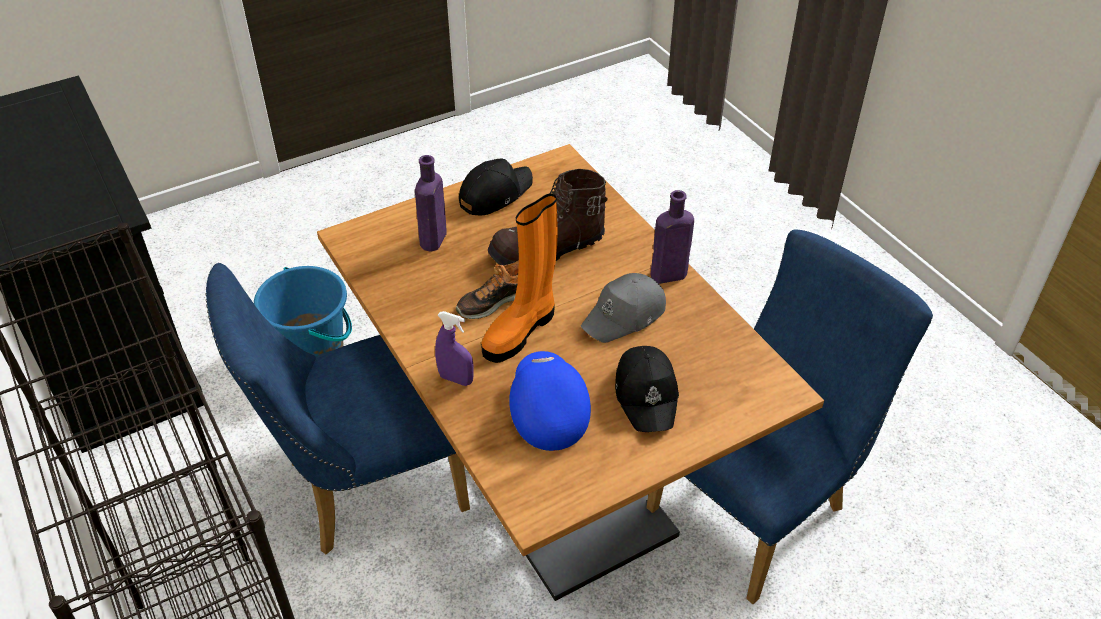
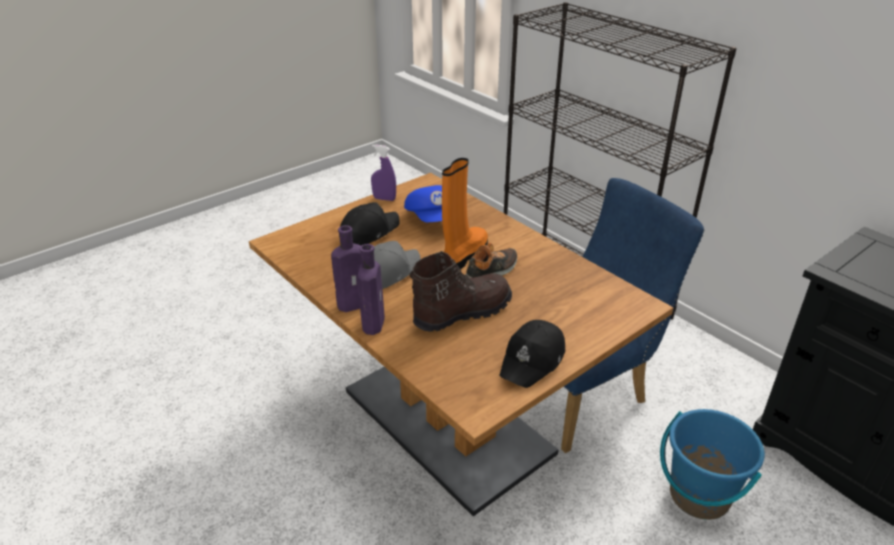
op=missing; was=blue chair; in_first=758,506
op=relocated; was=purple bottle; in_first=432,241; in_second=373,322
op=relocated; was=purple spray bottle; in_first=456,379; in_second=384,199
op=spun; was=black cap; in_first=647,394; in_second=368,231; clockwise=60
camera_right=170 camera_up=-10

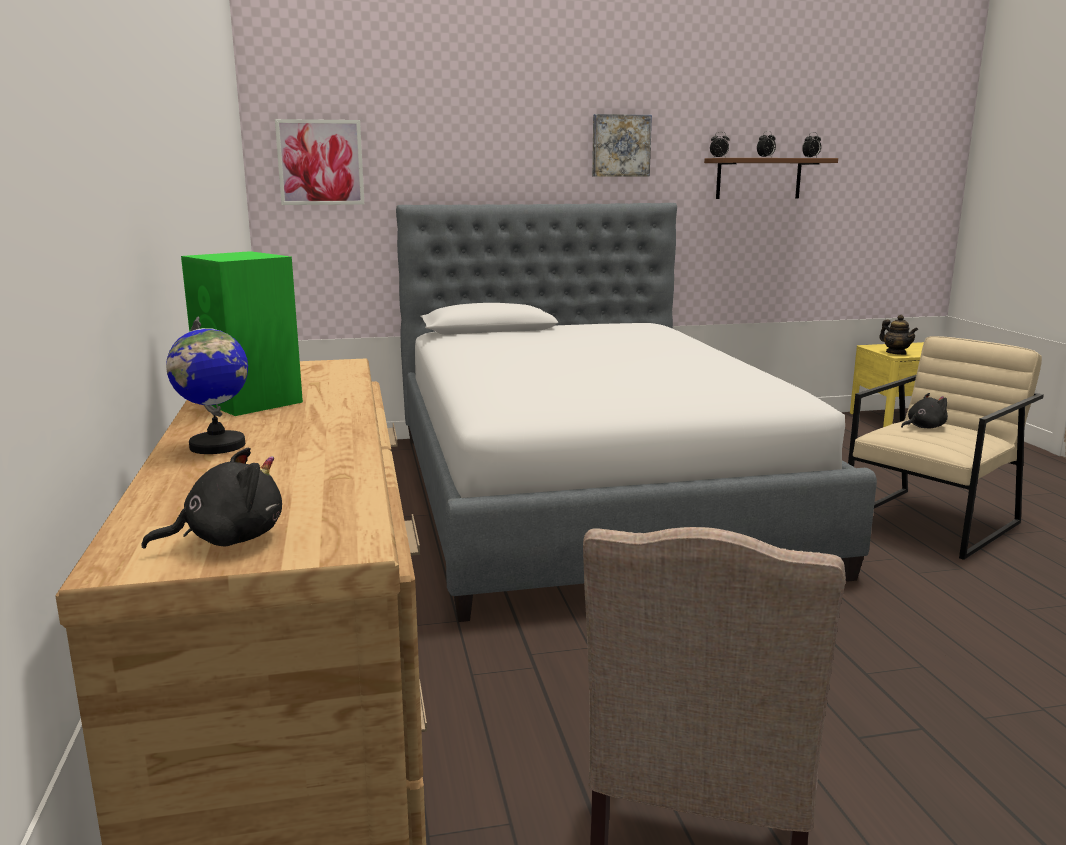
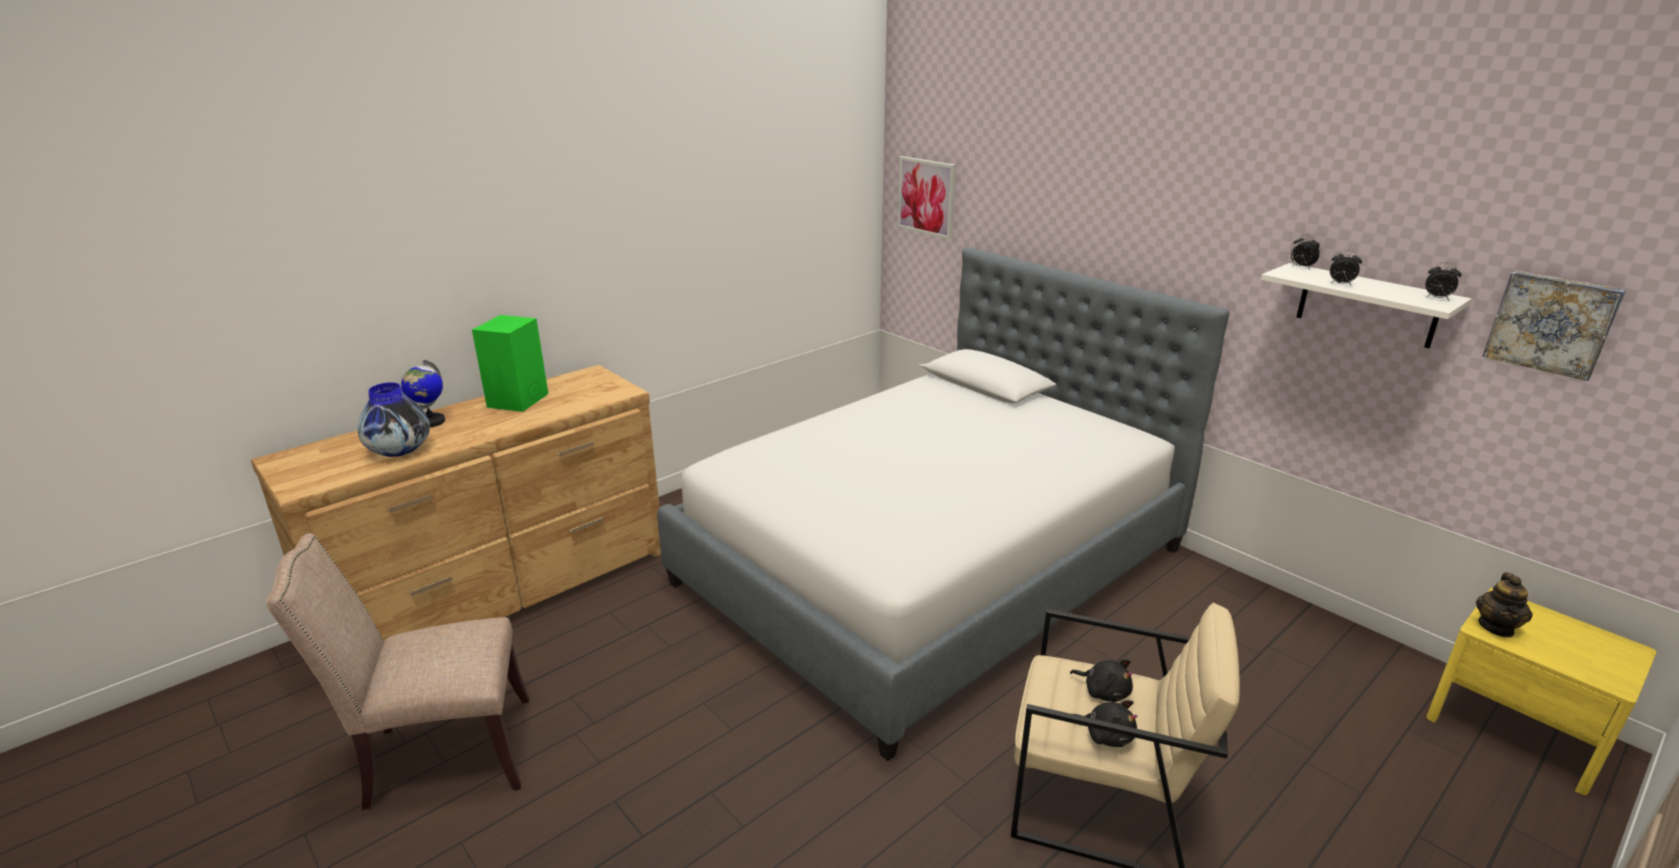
op=appeared; now=vase; in_second=399,450
op=relocated; was=black plush toy; in_first=227,539; in_second=1106,735
op=relocated; was=picture; in_first=620,145; in_second=1551,323
op=colour; was=brown shelf; now=white shelf; in_first=758,178; in_second=1367,305
camera_right=60 camera_up=10

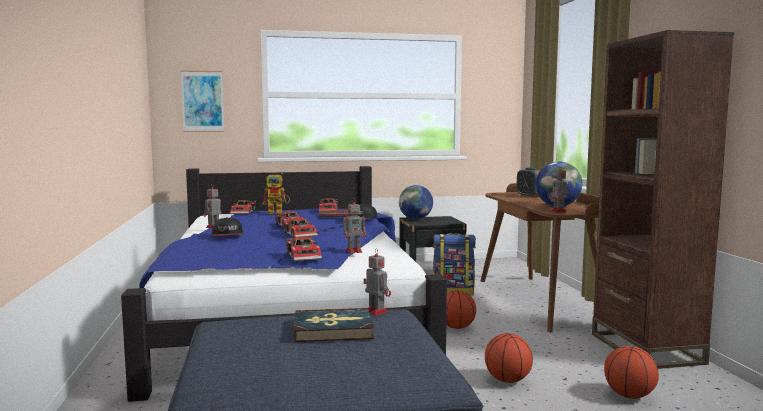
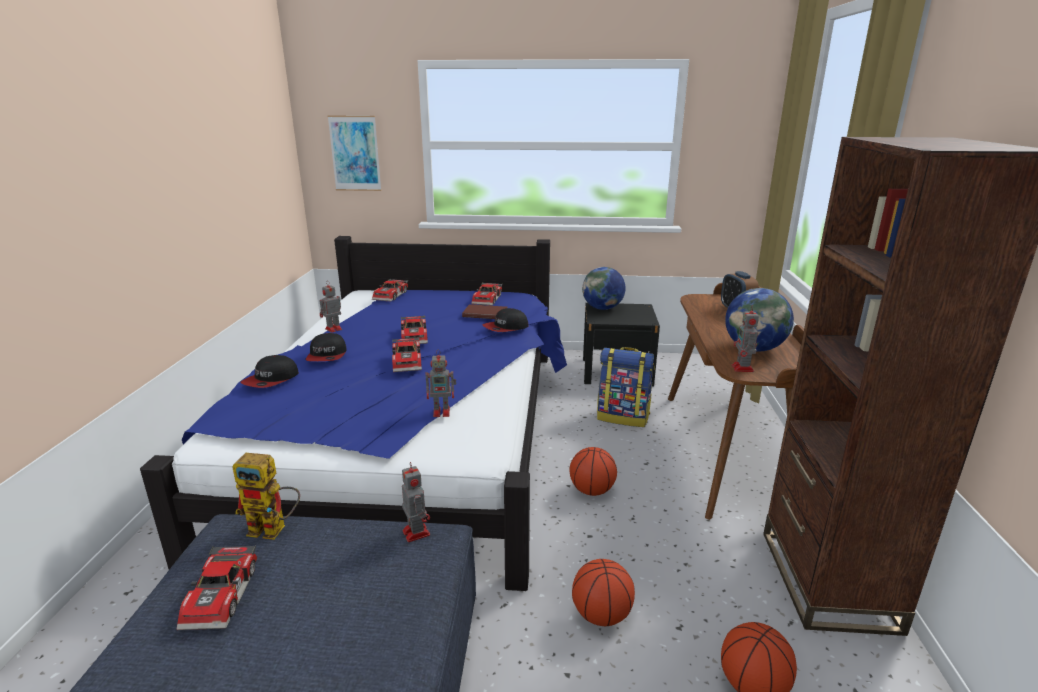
op=missing; was=book; in_first=333,329
op=appeared; now=cap; in_second=271,380
op=relocated; was=toy robot; in_first=278,213; in_second=275,529
op=relocated; was=toy car; in_first=305,255; in_second=224,595
camera_right=15 camera_up=15

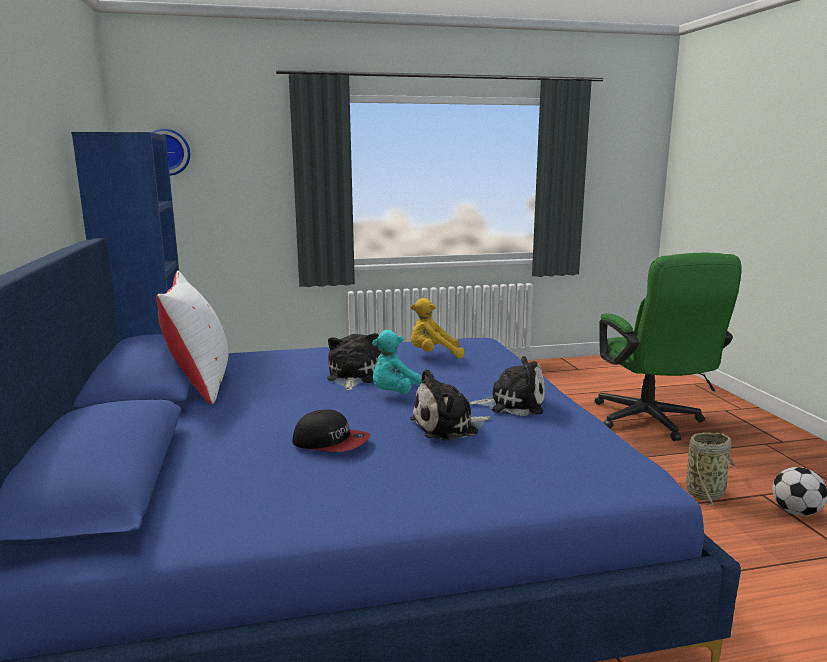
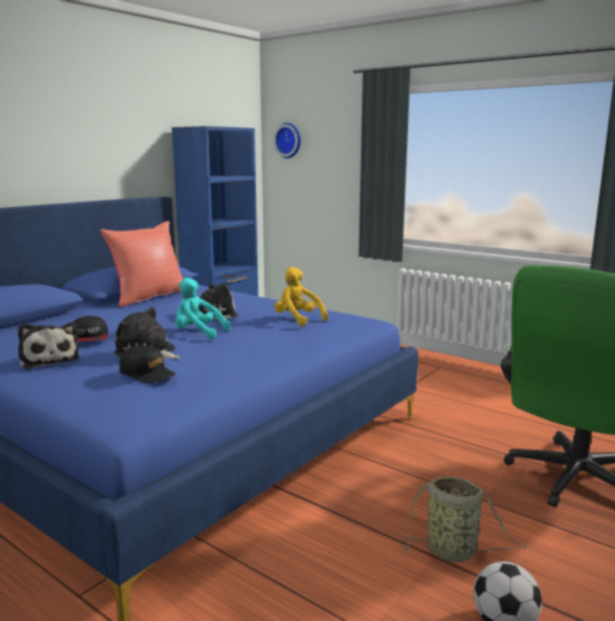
op=appeared; now=black cap; in_second=147,374
op=relocated; was=plush toy; in_first=513,404; in_second=49,359
op=colour; was=white pillow; now=red pillow; in_first=200,383; in_second=149,297
camera_right=50 camera_up=0

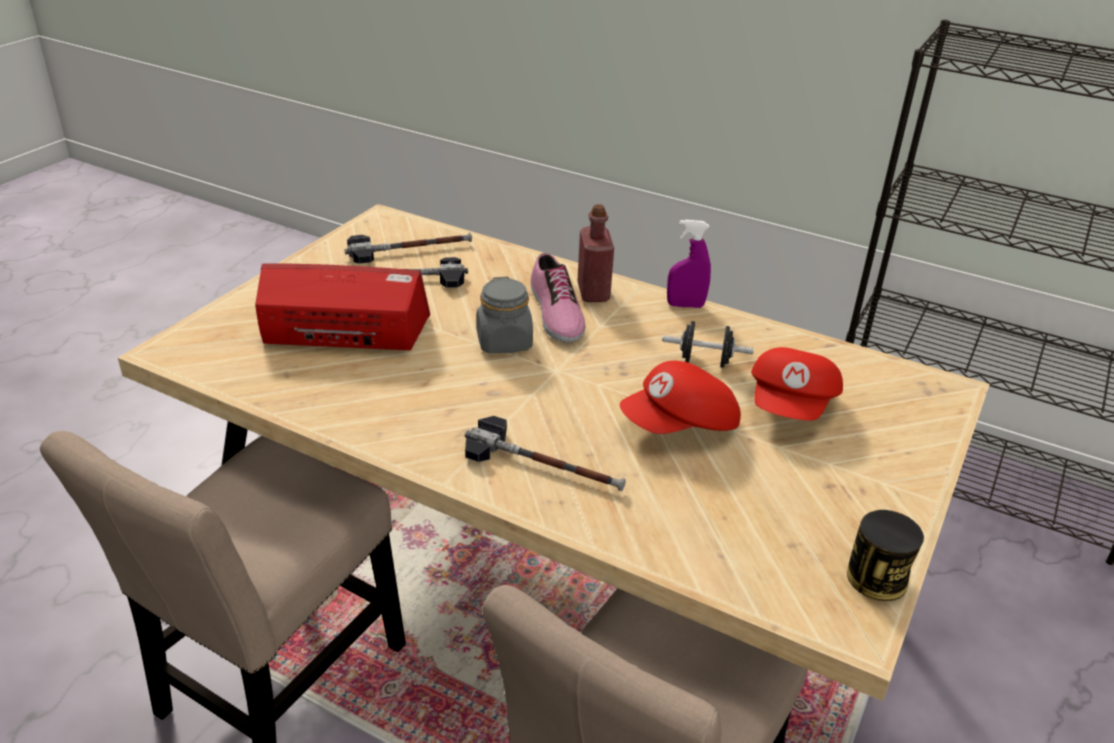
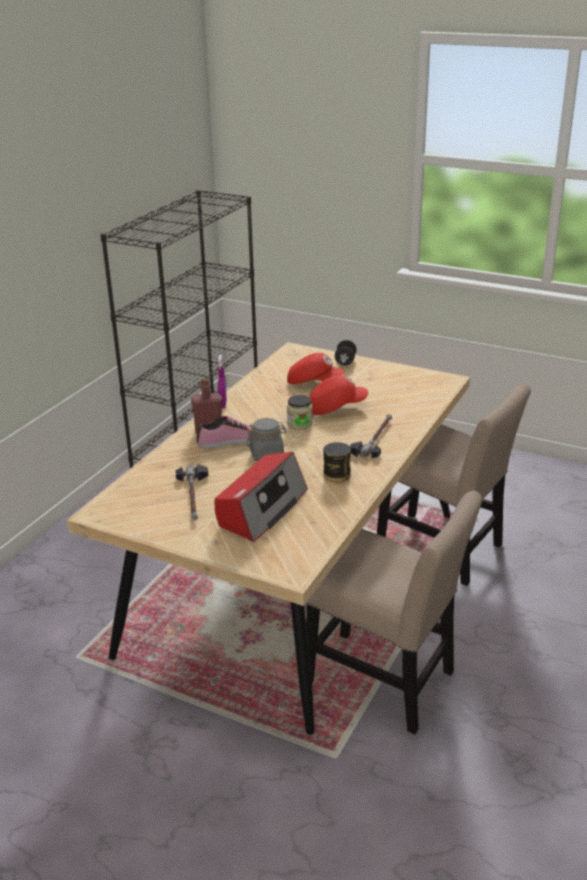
op=missing; was=hammer; in_first=409,250
op=appeared; now=jar; in_second=299,424
op=relocated; was=black dumbbell; in_first=705,361; in_second=345,361
op=relocated; was=can; in_first=876,578; in_second=337,475
op=spun; was=radio; in_first=344,331; in_second=261,508; clockwise=-150
op=spun; was=red cap; in_first=680,426; in_second=336,407; clockwise=-75
camera_right=-90 camera_up=-5

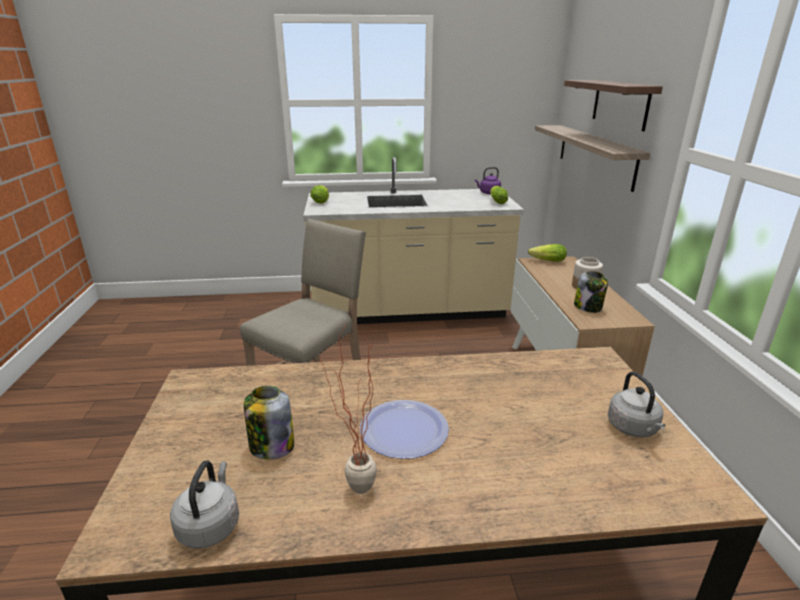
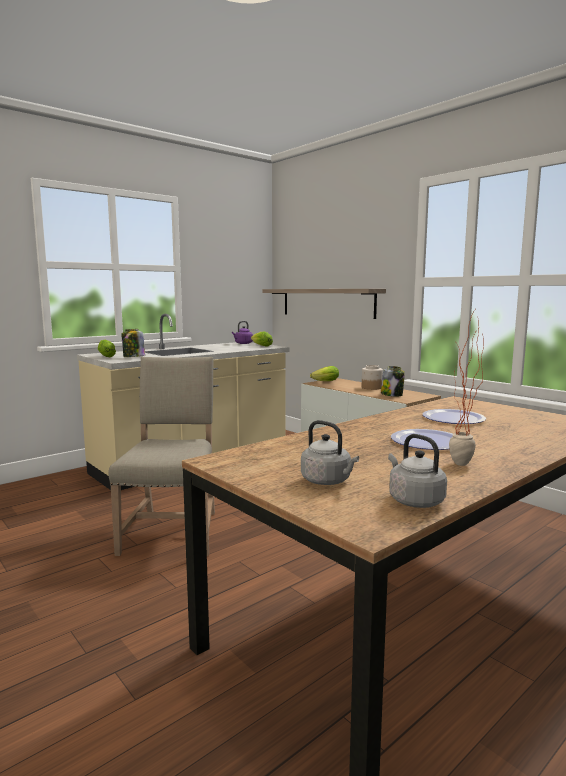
op=missing; was=shelf; in_first=620,103
op=appeared; now=plate; in_second=453,418
op=relocated; was=jar; in_first=271,446; in_second=133,357
op=relocated; was=grey kettle; in_first=633,428; in_second=328,481
camera_right=-35 camera_up=-15

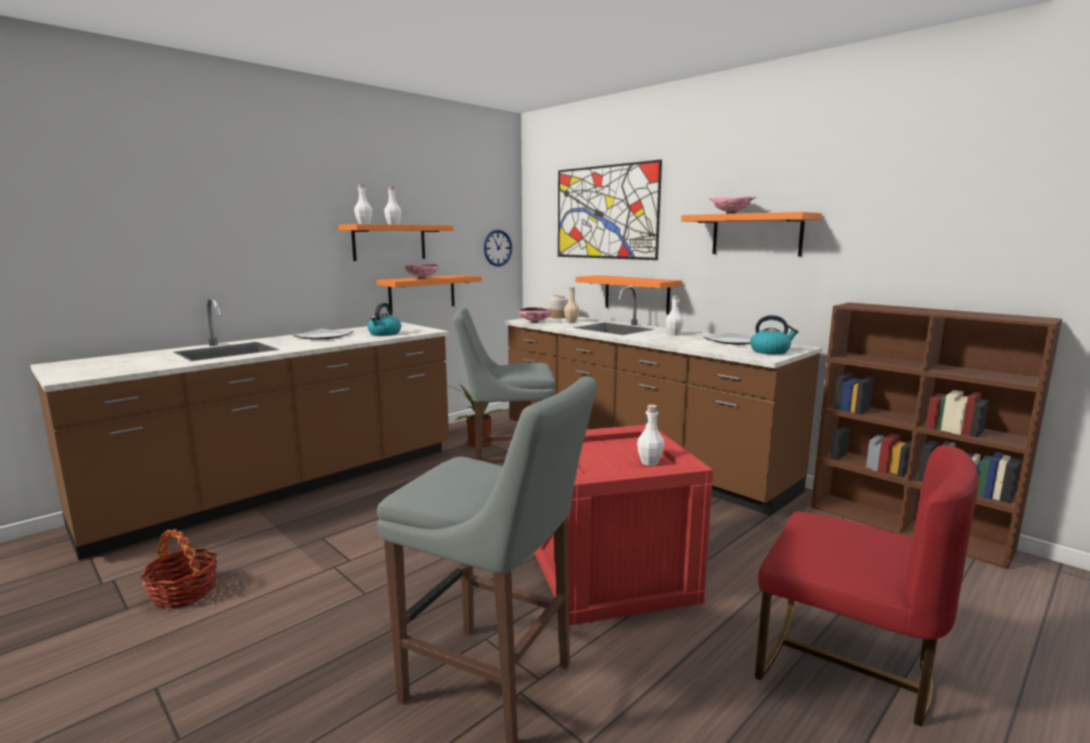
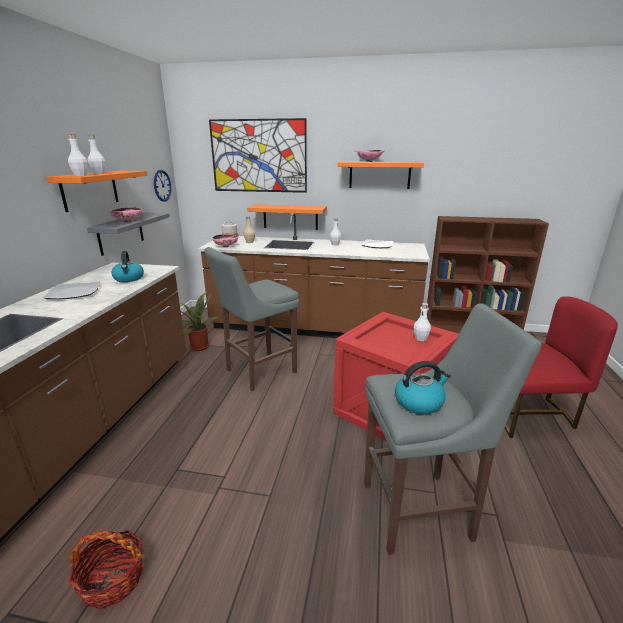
op=relocated; was=kettle; in_first=770,351; in_second=419,402
op=colour; was=orange shelf; now=grey shelf; in_first=422,293; in_second=121,233
camera_right=-35 camera_up=10

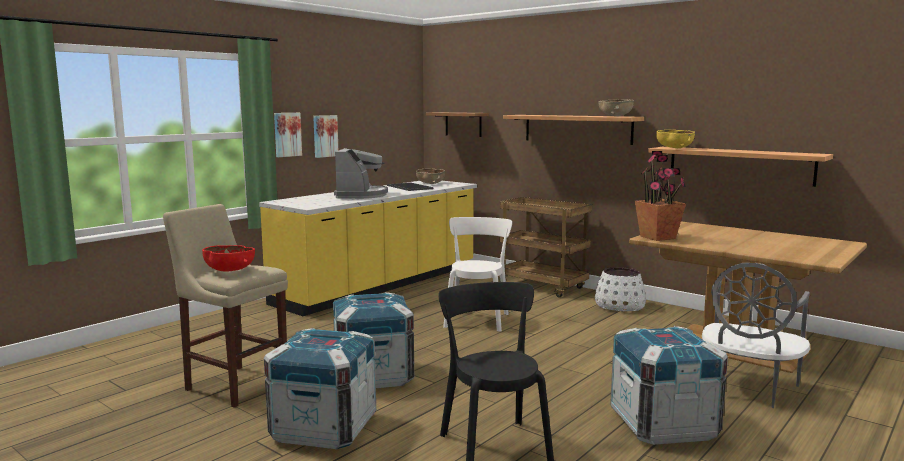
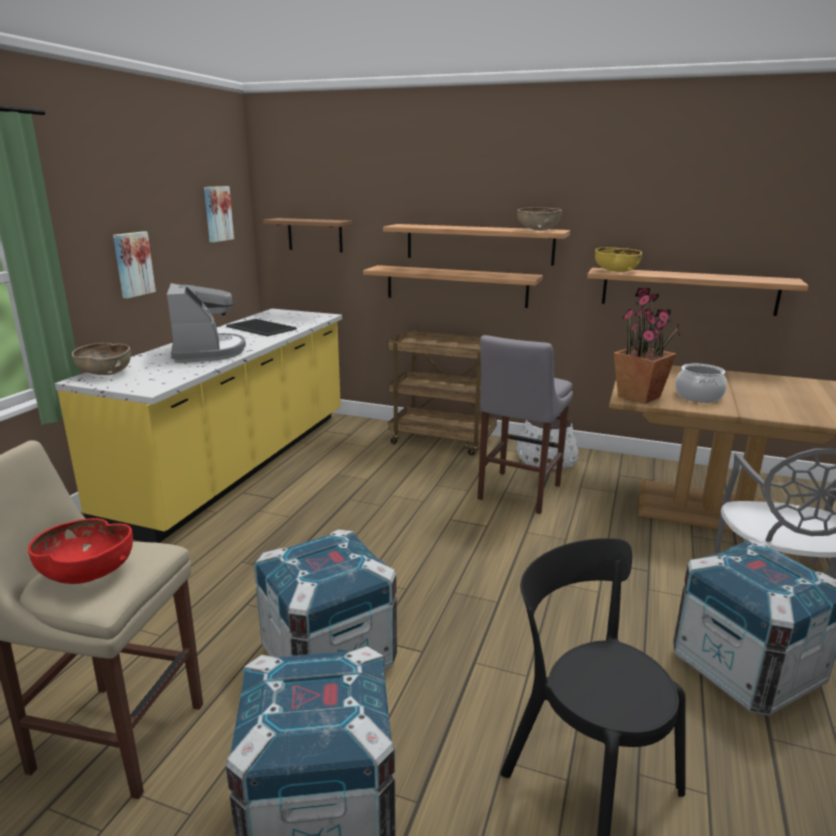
op=missing; was=white chair; in_first=477,319
op=appeared; now=shelf; in_second=456,286
op=appeared; now=grey stool; in_second=517,493
op=appeared; now=cooking pot; in_second=698,396
op=relocated; was=picture; in_first=287,134; in_second=217,214
op=relocated; was=brown bowl; in_first=430,183; in_second=105,373
camera_right=-20 camera_up=10

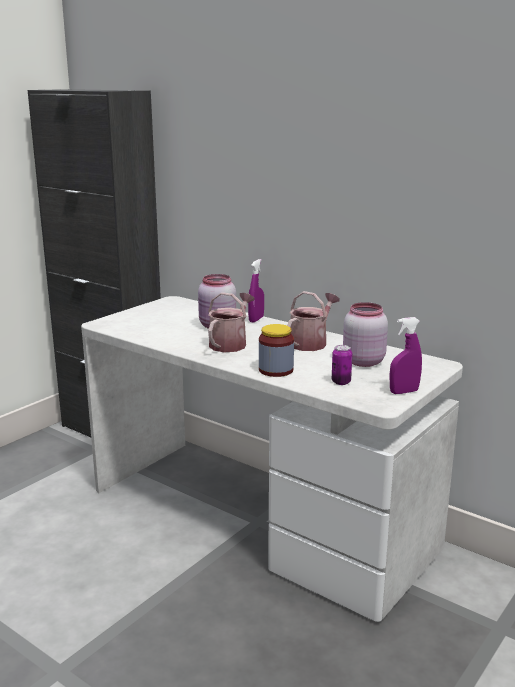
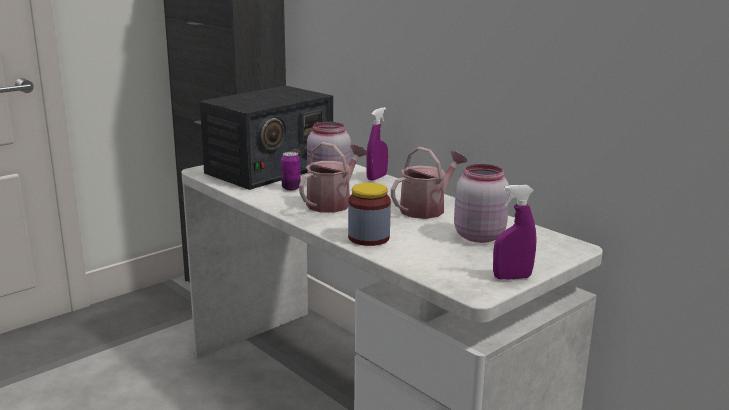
op=appeared; now=radio; in_second=269,169
op=relocated; was=can; in_first=341,382; in_second=291,188
camera_right=10 camera_up=0

